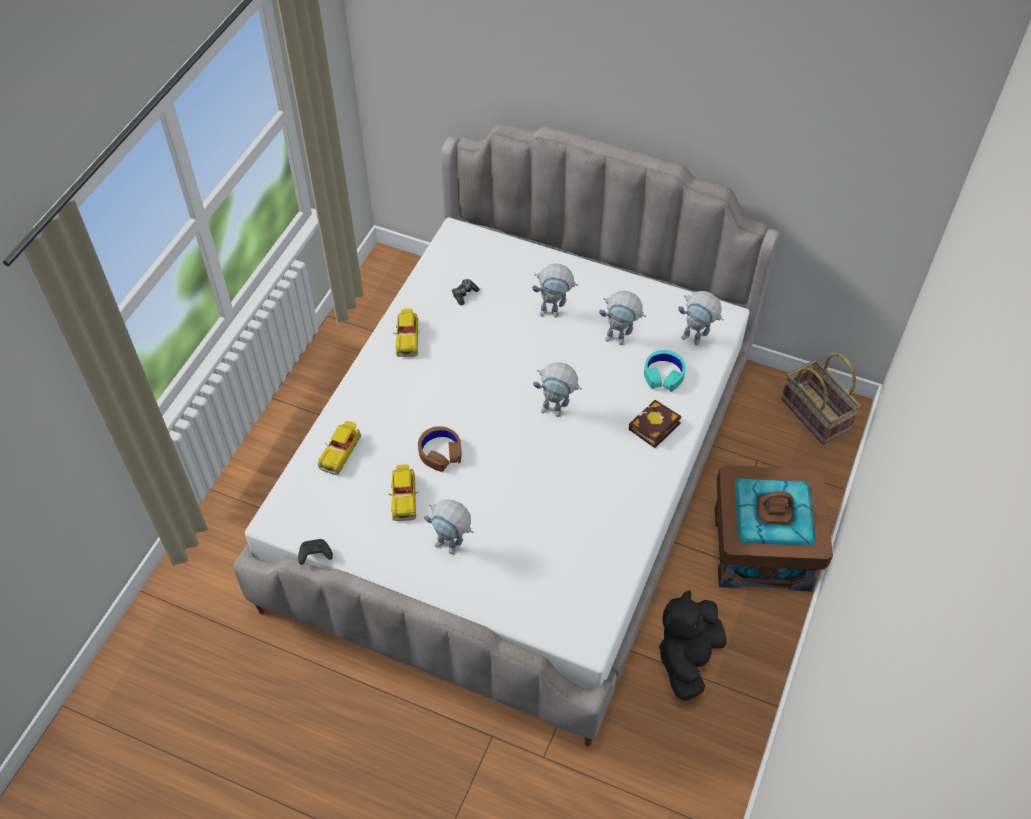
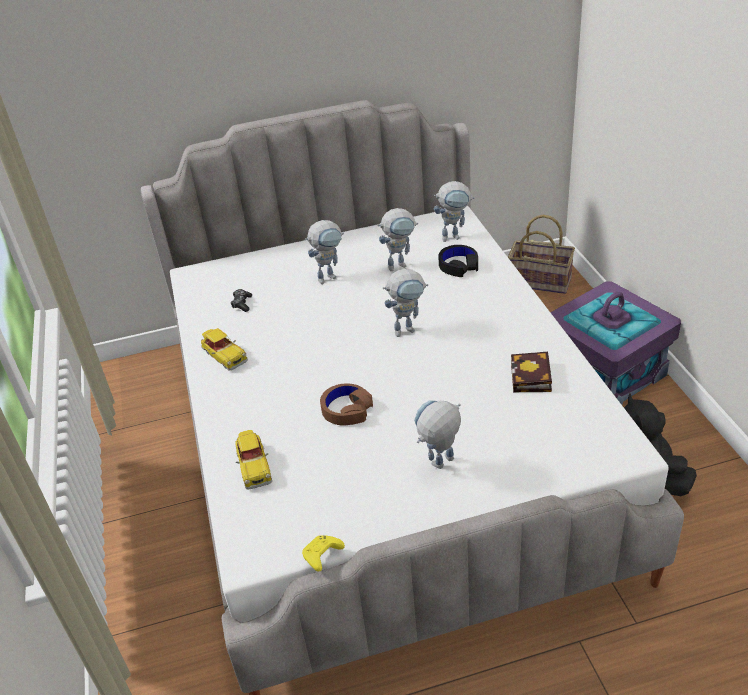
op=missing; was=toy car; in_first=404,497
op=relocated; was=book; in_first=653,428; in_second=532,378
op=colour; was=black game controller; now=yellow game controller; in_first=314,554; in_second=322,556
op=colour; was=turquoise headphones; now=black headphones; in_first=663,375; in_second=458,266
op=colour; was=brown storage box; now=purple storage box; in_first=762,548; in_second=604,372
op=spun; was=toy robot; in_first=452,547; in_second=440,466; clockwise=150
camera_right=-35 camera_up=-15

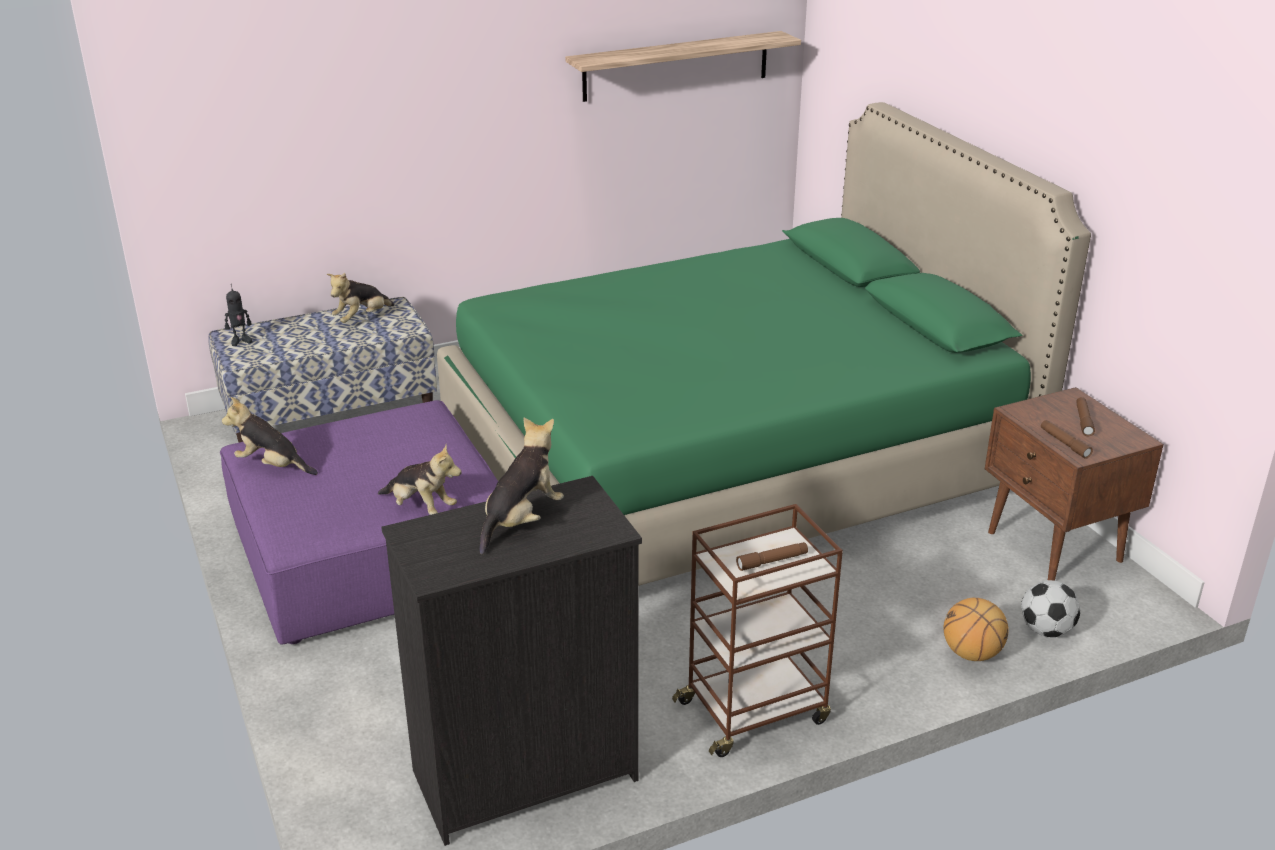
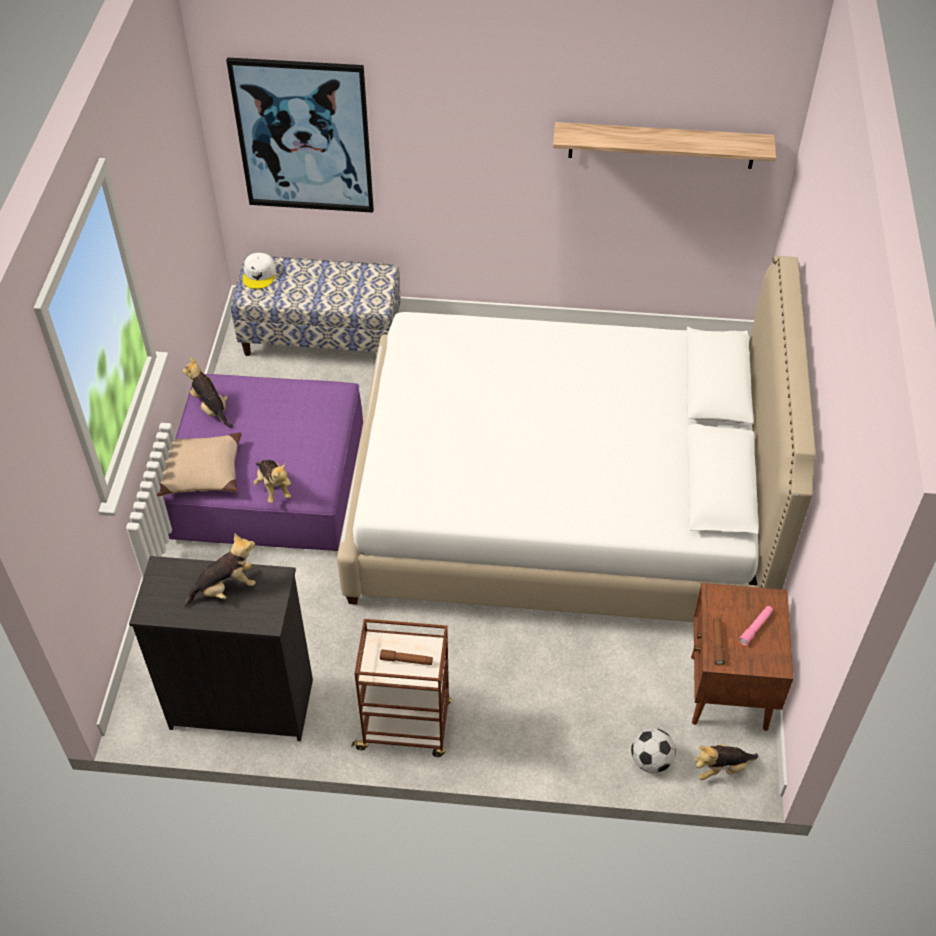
op=missing; was=basketball; in_first=971,654
op=appeared; now=beige pillow; in_second=201,471
op=appeared; now=picture; in_second=304,137
op=relocated; was=plush toy; in_first=362,318; in_second=721,768
op=exchanged; was=toy robot; now=white cap; in_first=241,341; in_second=259,274
op=colour; was=green bed; now=white bed; in_first=732,463; in_second=561,504
op=colour; was=brown flashlight; now=pink flashlight; in_first=1083,421; in_second=755,627
camera_right=30 camera_up=20

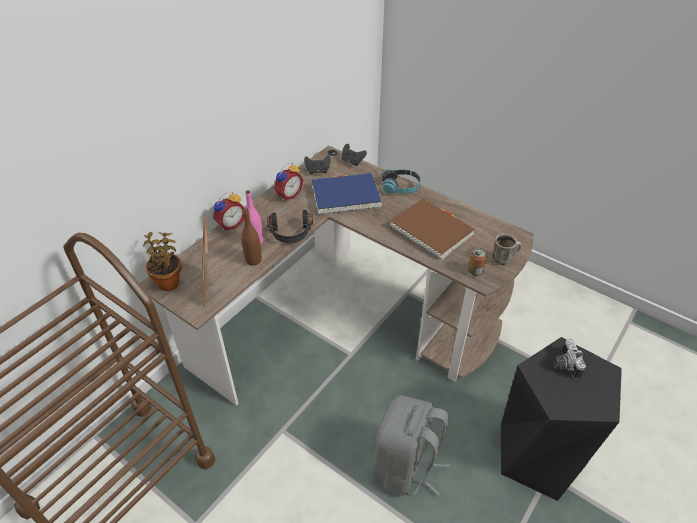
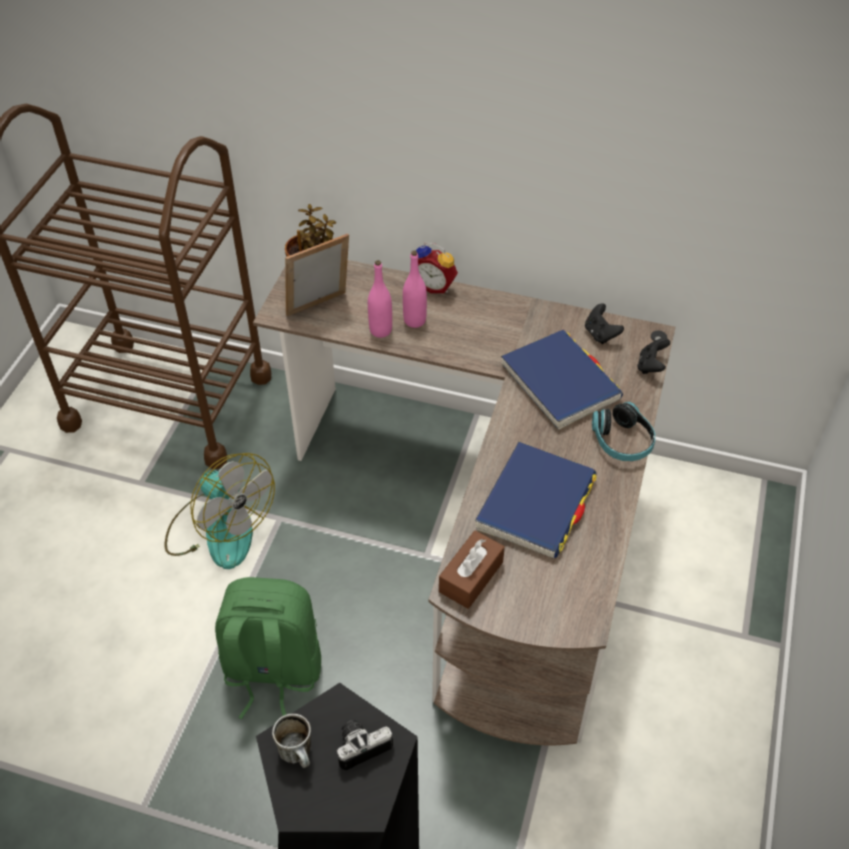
op=missing; was=black headphones; in_first=291,234
op=missing; was=alarm clock; in_first=288,195
op=appeared; now=fan; in_second=219,529
op=relocated; was=mug; in_first=504,258; in_second=299,754
op=exchanged; was=can; now=brown tissue box; in_first=475,271; in_second=471,577
op=colour; was=brown bottle; now=pink bottle; in_first=253,260; in_second=380,330
op=colour; was=grey backpack; now=green backpack; in_first=407,466; in_second=272,671
op=colour; was=brown book; now=blue book; in_first=431,231; in_second=536,503
camera_right=70 camera_up=5

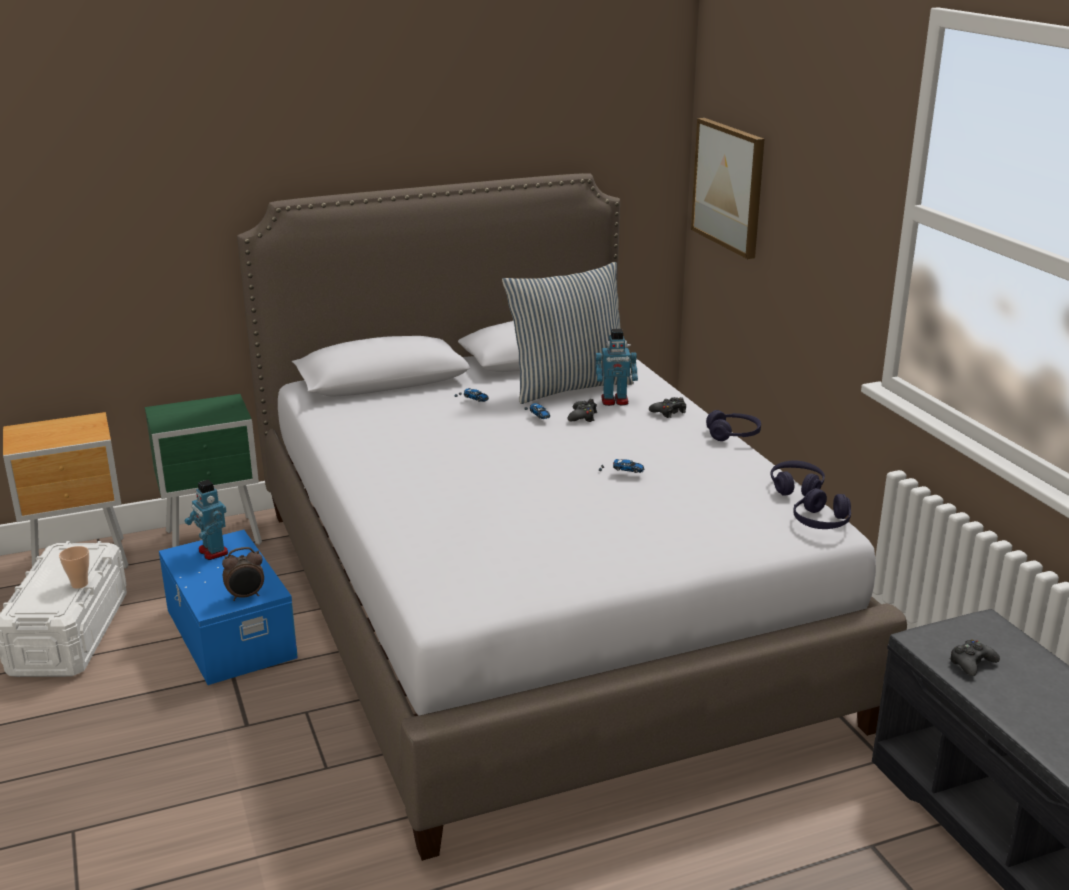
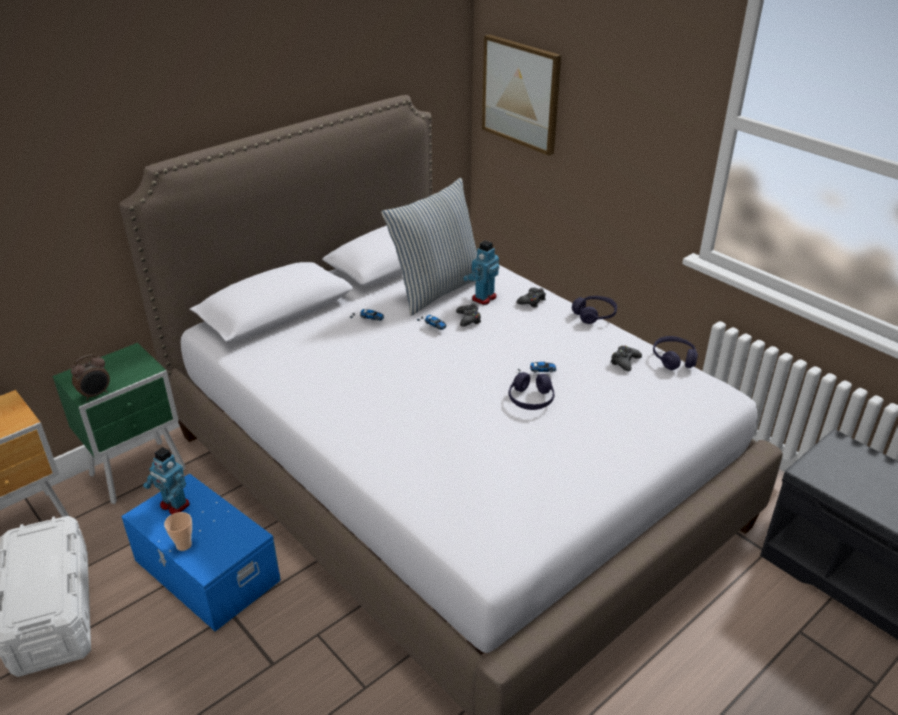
op=relocated; was=cup; in_first=79,584; in_second=184,545
op=relocated; was=alarm clock; in_first=246,596; in_second=96,394
op=relocated; was=purple headphones; in_first=821,522; in_second=531,399
op=relocated; was=black game controller; in_first=971,663; in_second=624,362
op=spun; was=toy robot; in_first=615,401; in_second=483,298; clockwise=150
camera_right=-20 camera_up=10

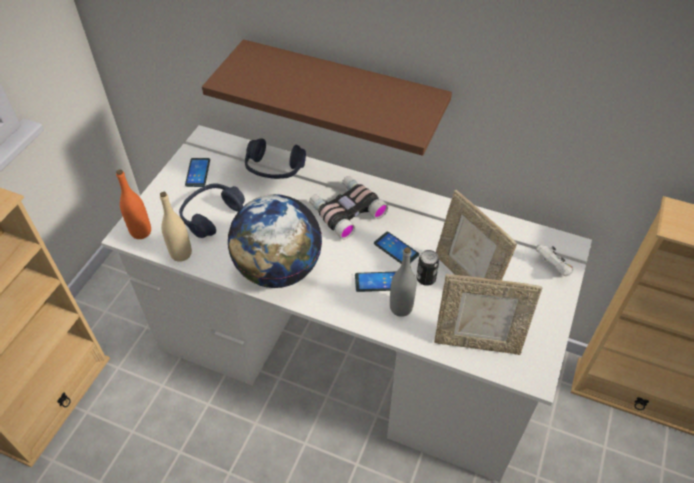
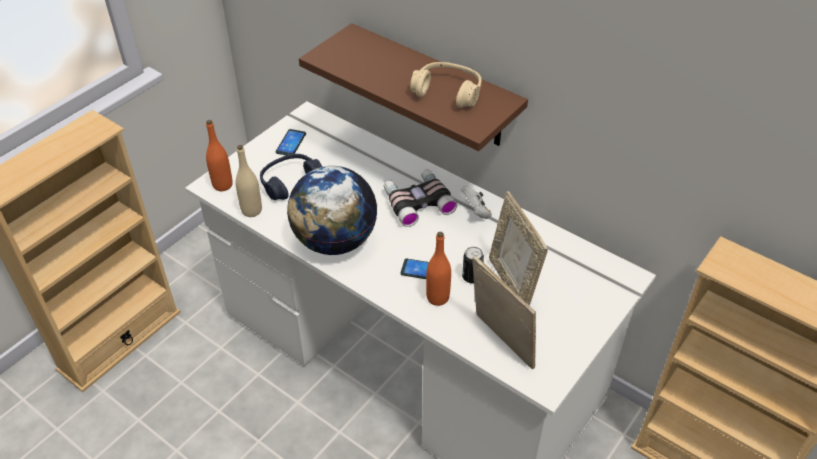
op=missing; was=blue headphones; in_first=274,168
op=missing; was=phone; in_first=396,249
op=appeared; now=beige headphones; in_second=447,92
op=relocated; was=white game controller; in_first=552,268; in_second=476,211
op=colour; was=grey bottle; now=orange bottle; in_first=401,307; in_second=437,297
op=spun; was=picture frame; in_first=477,342; in_second=500,343; clockwise=-150
camera_right=15 camera_up=-5

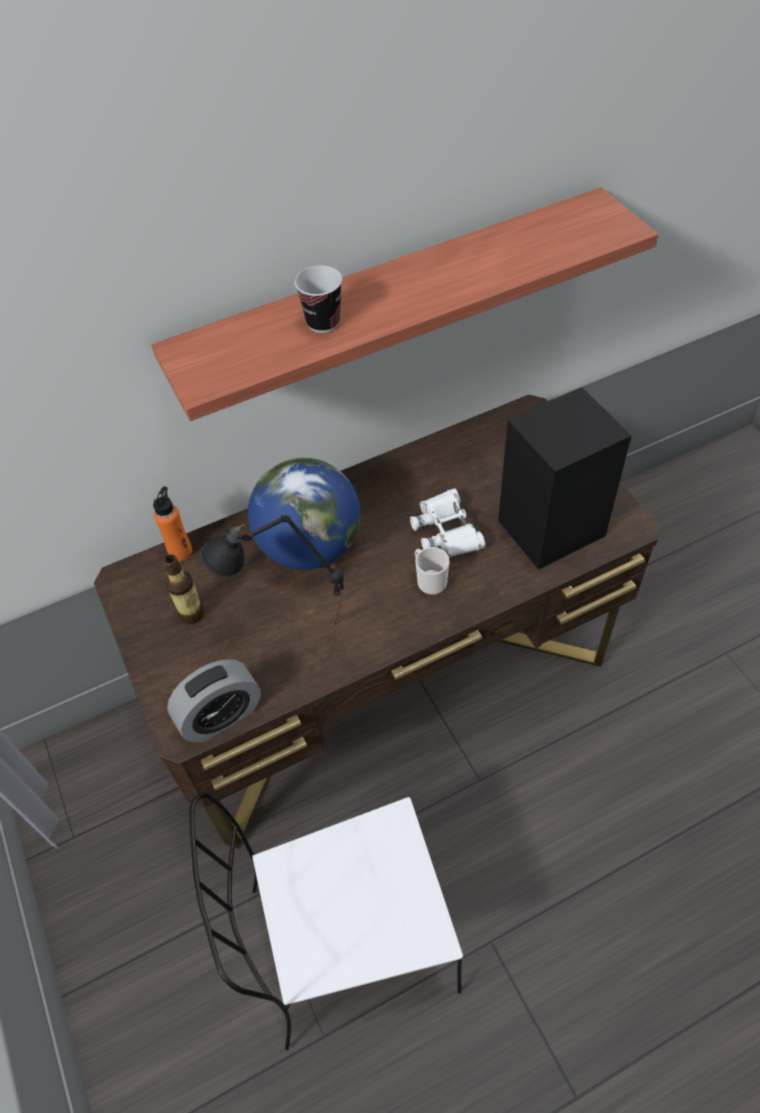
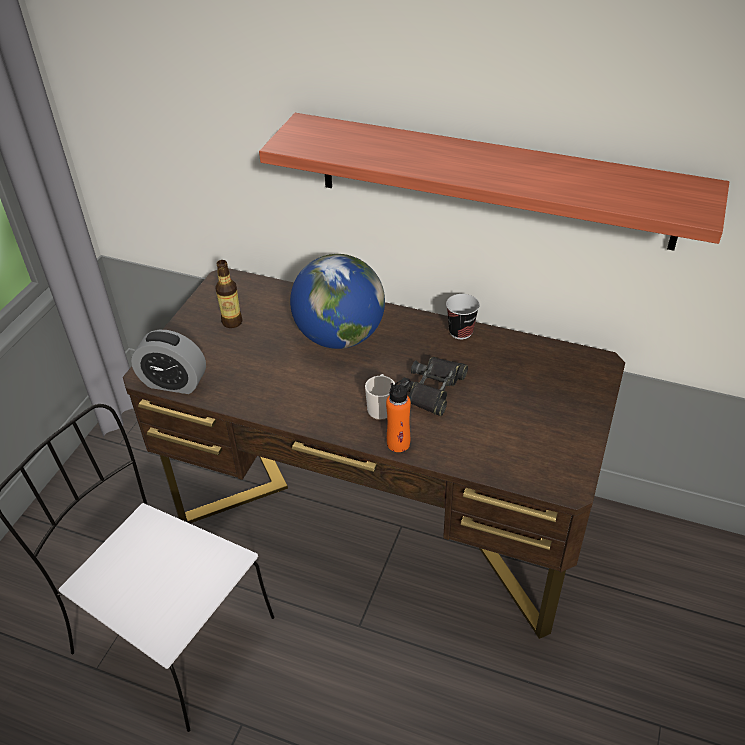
op=missing; was=black table lamp; in_first=290,636
op=missing; was=black speaker; in_first=553,527
op=relocated; was=orange bottle; in_first=180,551; in_second=398,443
op=relocated; was=cup; in_first=323,322; in_second=461,332
op=colour; was=white binoculars; now=black binoculars; in_first=446,530; in_second=433,389
camera_right=45 camera_up=-10

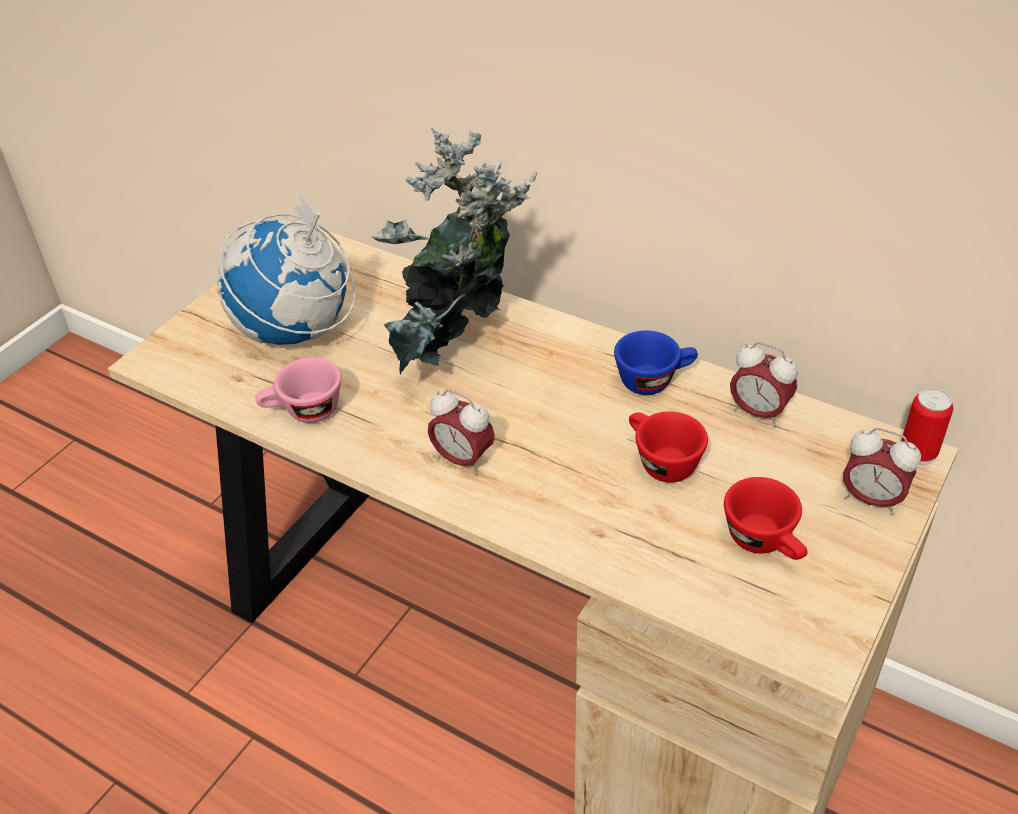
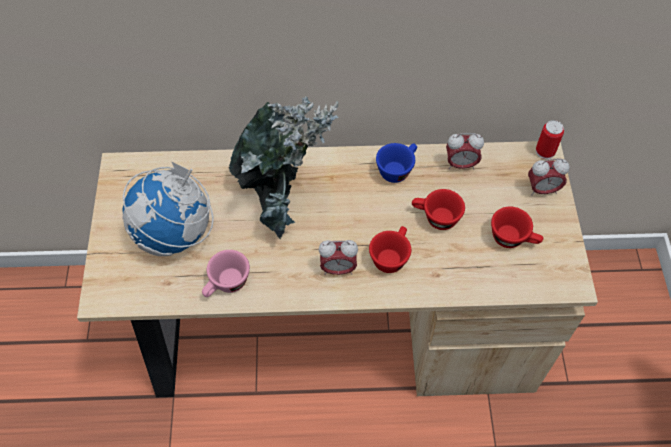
op=appeared; now=red cup; in_second=390,256
camera_right=-35 camera_up=15

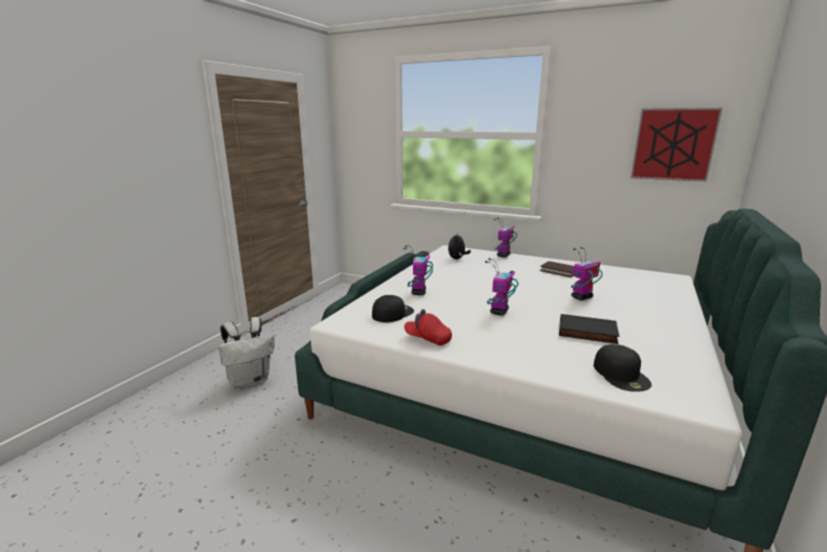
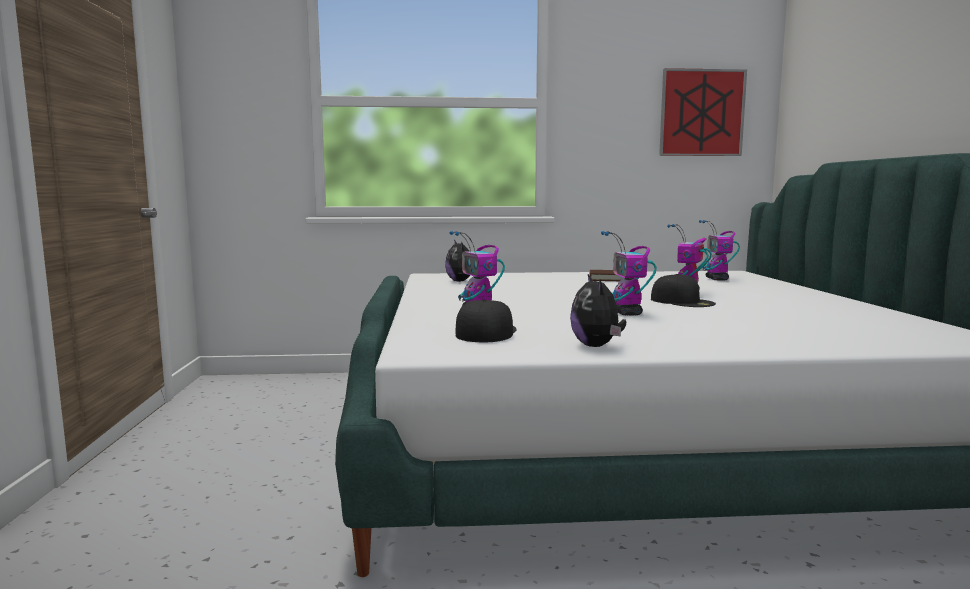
op=missing; was=white backpack; in_first=250,381
op=missing; was=black book; in_first=587,332
op=relocated; was=toy robot; in_first=503,255; in_second=717,279
op=relocated; was=black cap; in_first=621,374; in_second=683,301
op=exchanged; was=red cap; now=plush toy; in_first=428,339; in_second=597,346
camera_right=-30 camera_up=-10

